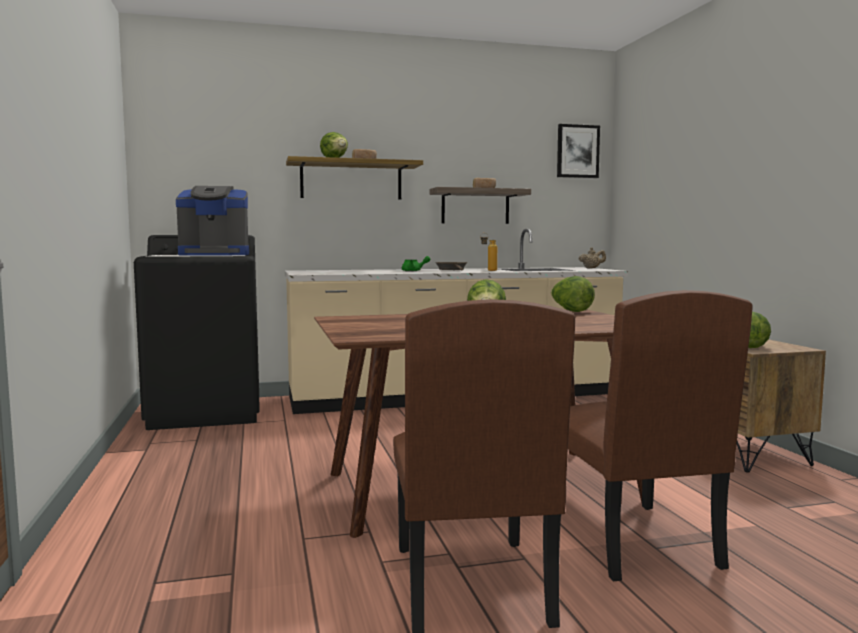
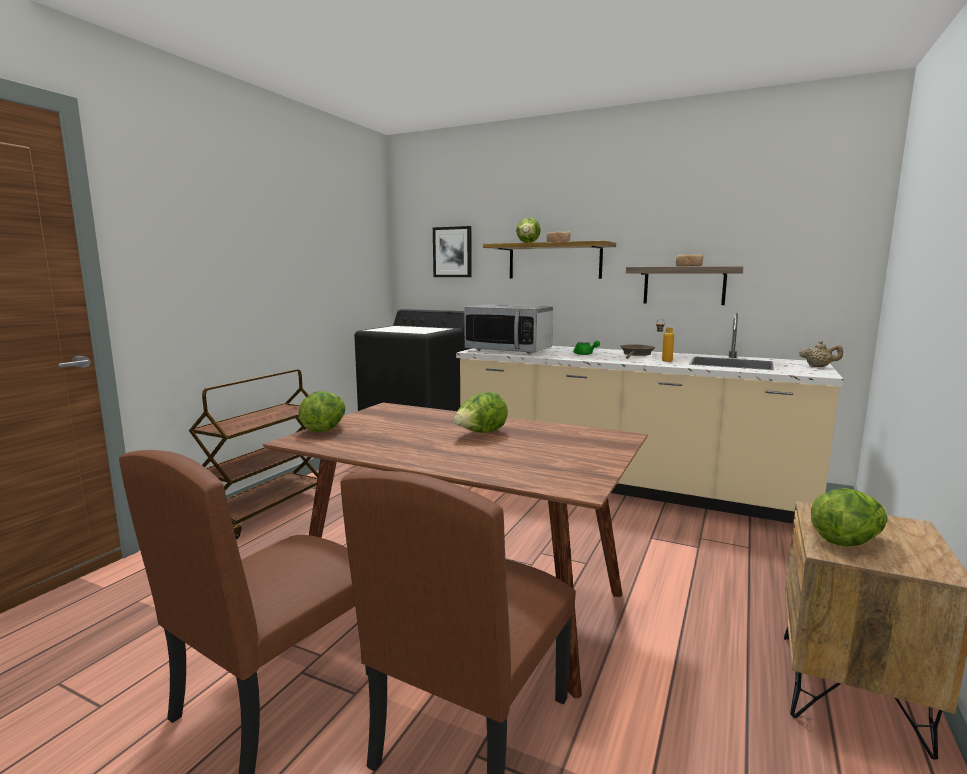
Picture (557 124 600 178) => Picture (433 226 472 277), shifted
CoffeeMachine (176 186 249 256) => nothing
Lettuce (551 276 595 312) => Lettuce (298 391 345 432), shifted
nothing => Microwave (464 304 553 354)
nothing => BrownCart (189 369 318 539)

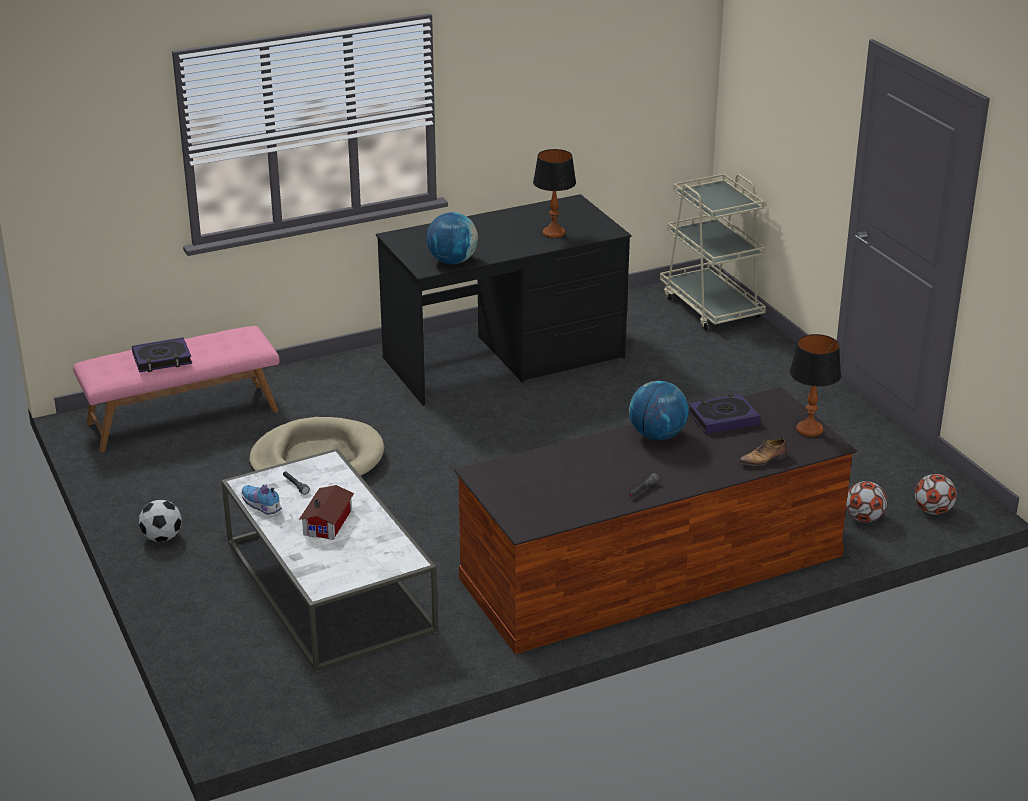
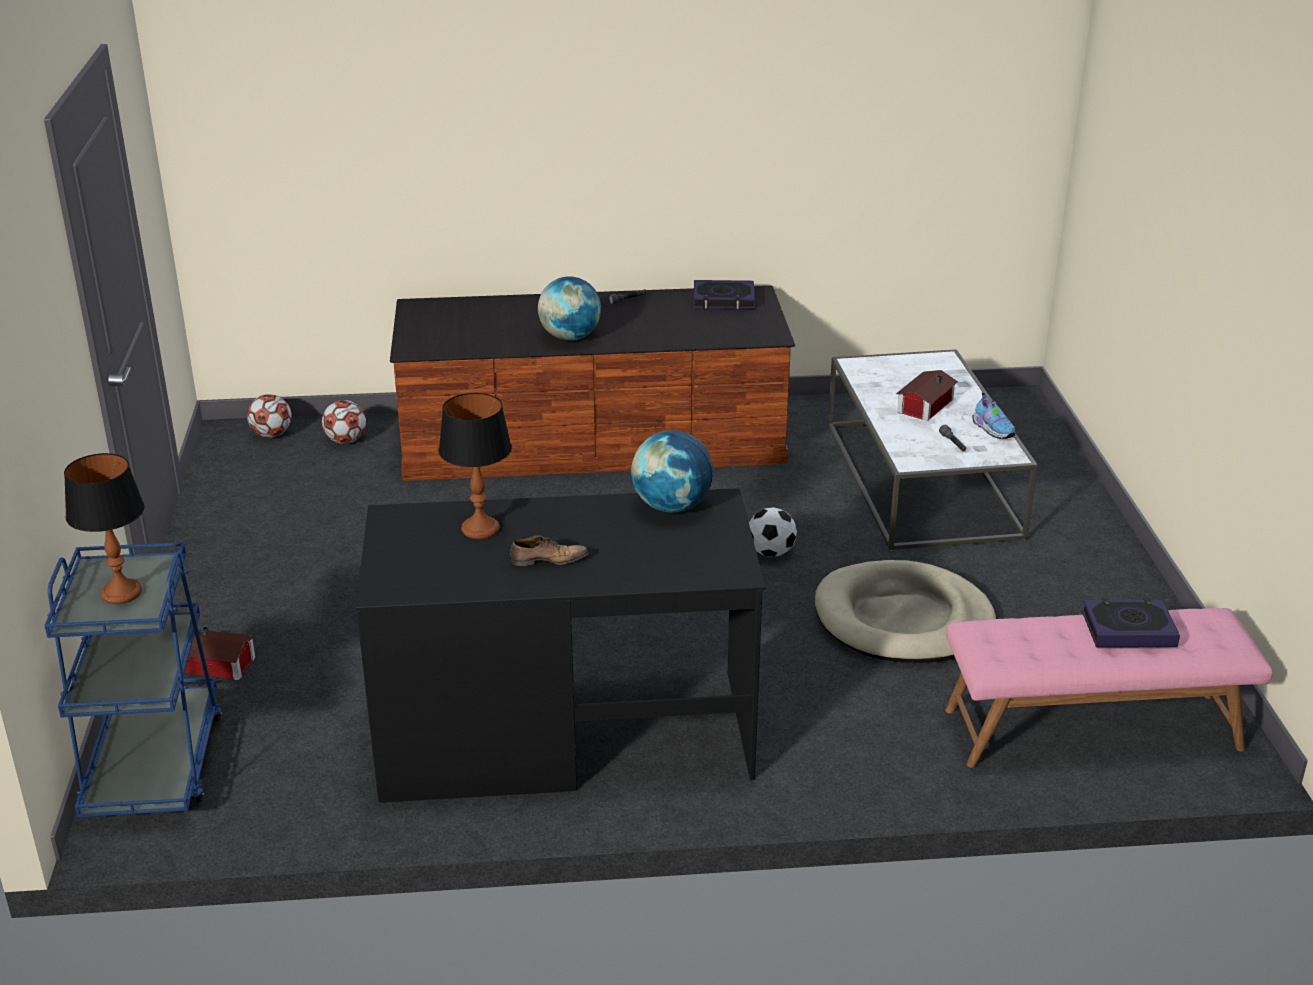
BeigeCart (660 174 766 330) => BlueCart (44 542 222 817)
TableLamp (790 334 841 437) => TableLamp (64 453 144 604), shifted
Book (688 394 760 434) => Book (693 280 755 310), shifted
Shoe (739 438 787 466) => Shoe (510 535 589 566), shifted
Football (139 500 182 542) => Football (749 508 797 557), shifted
nothing => ToyHouse (185 627 255 680)

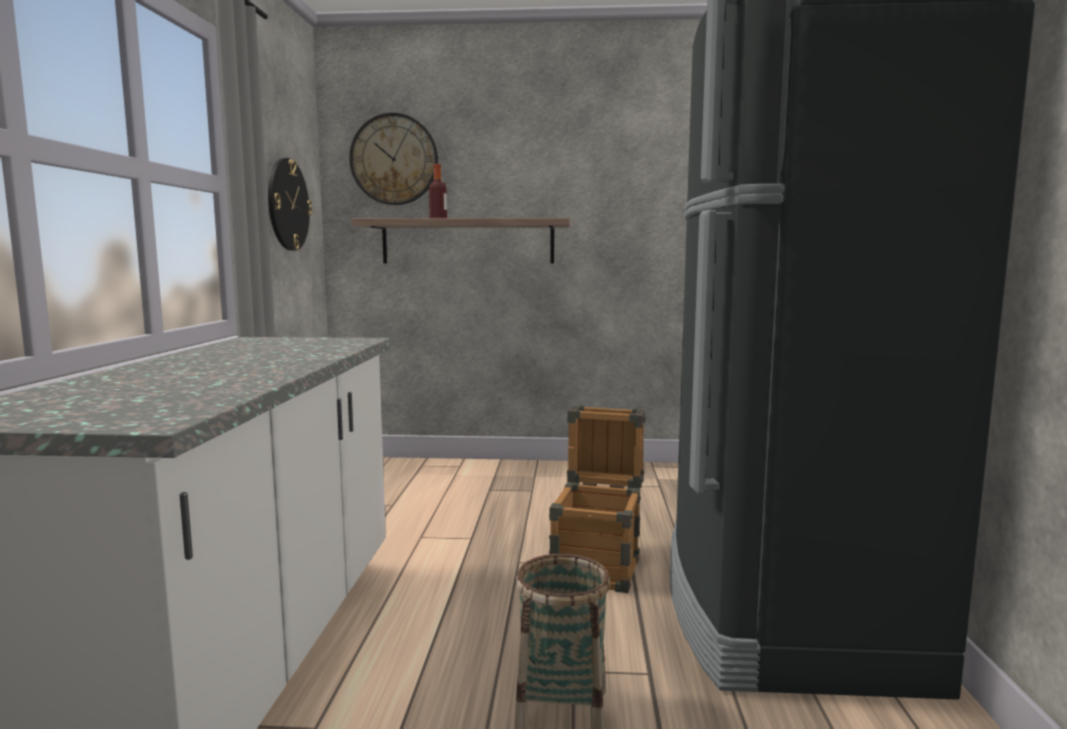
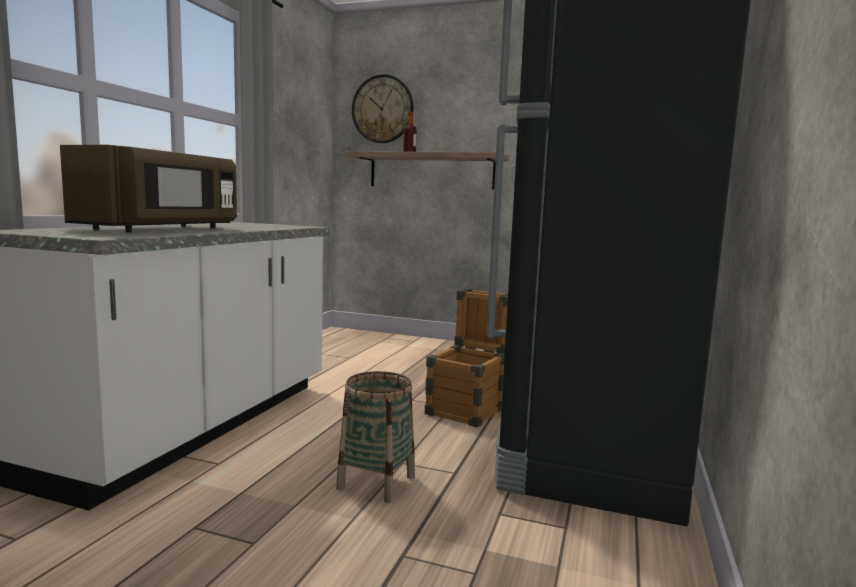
WallClock (268 158 312 251) => nothing
nothing => BrownMicrowave (60 145 237 232)

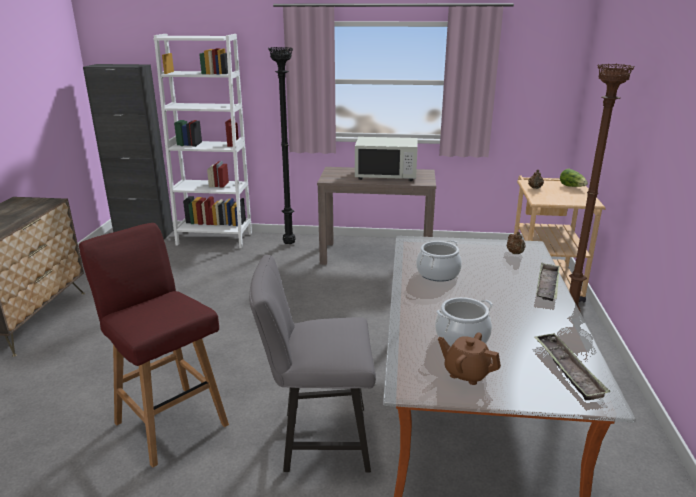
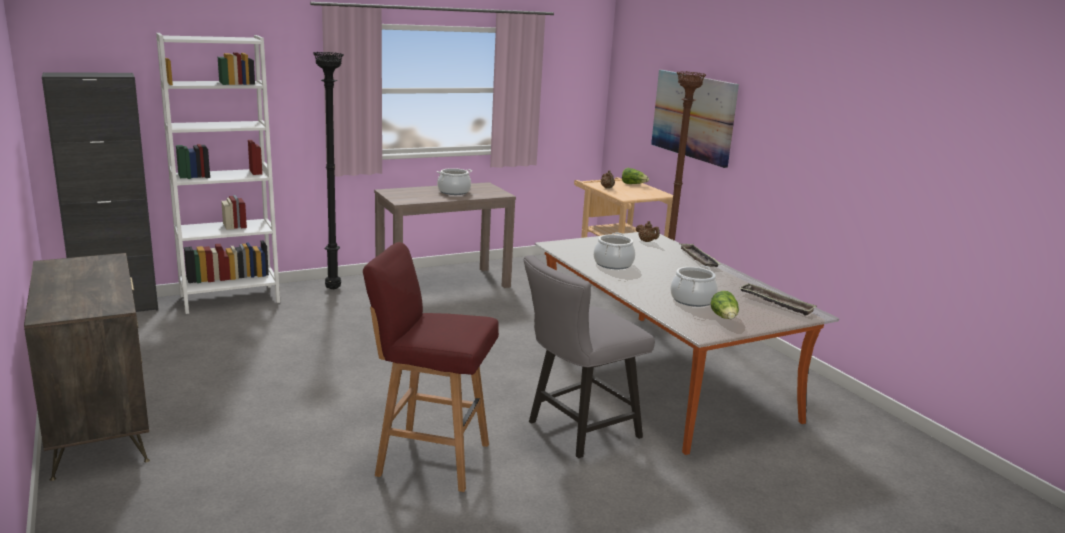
WhiteMicrowave (355 137 418 181) => CookingPot (437 168 472 195)
BrownTeapot (438 332 501 385) => Lettuce (711 291 739 319)
nothing => Picture (651 70 739 168)

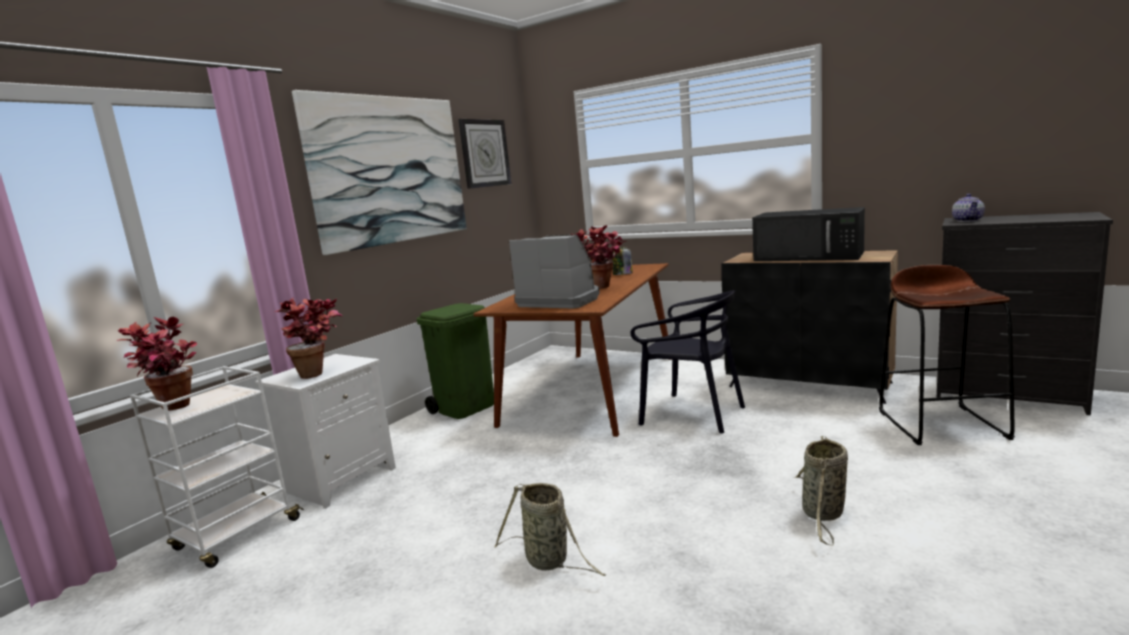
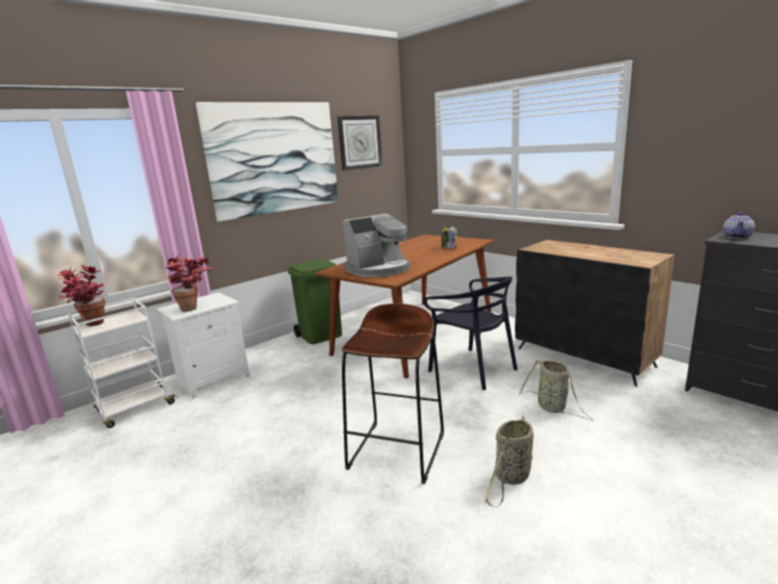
BlackMicrowave (752 207 865 261) => nothing
PottedPlant (571 225 625 288) => nothing
CoffeeMachine (509 234 600 308) => CoffeeMachine (343 213 410 277), 105 degrees clockwise
BrownStool (879 265 1015 445) => BrownStool (342 303 444 484), shifted
Basket (494 483 606 576) => Basket (519 360 594 421), shifted

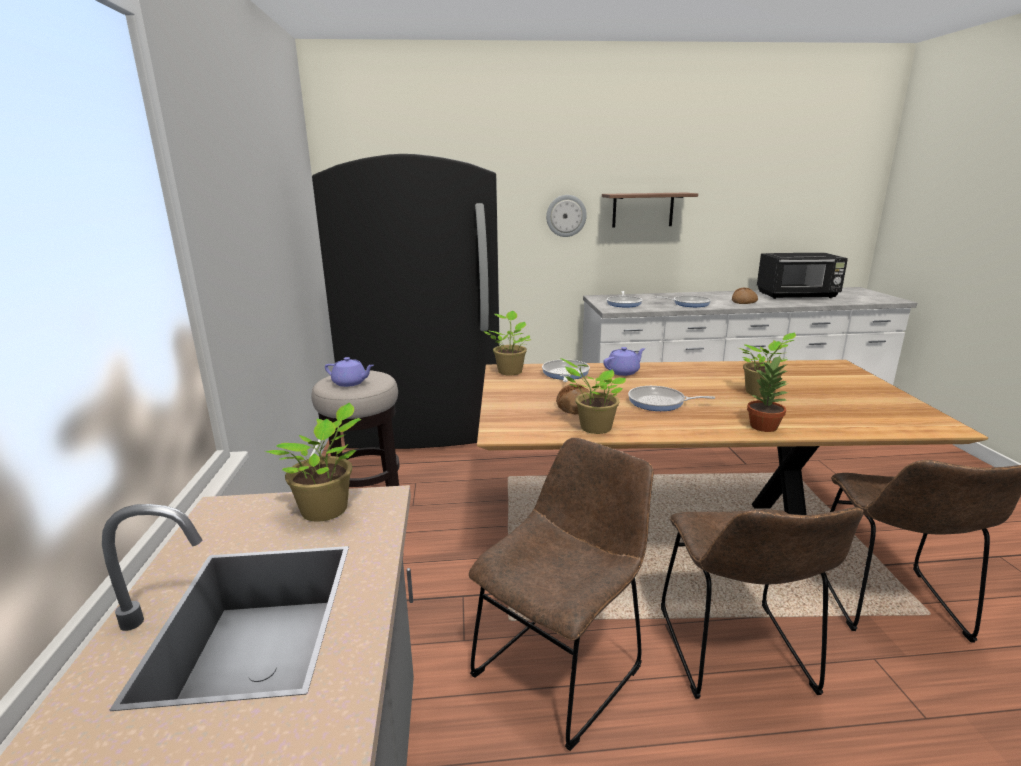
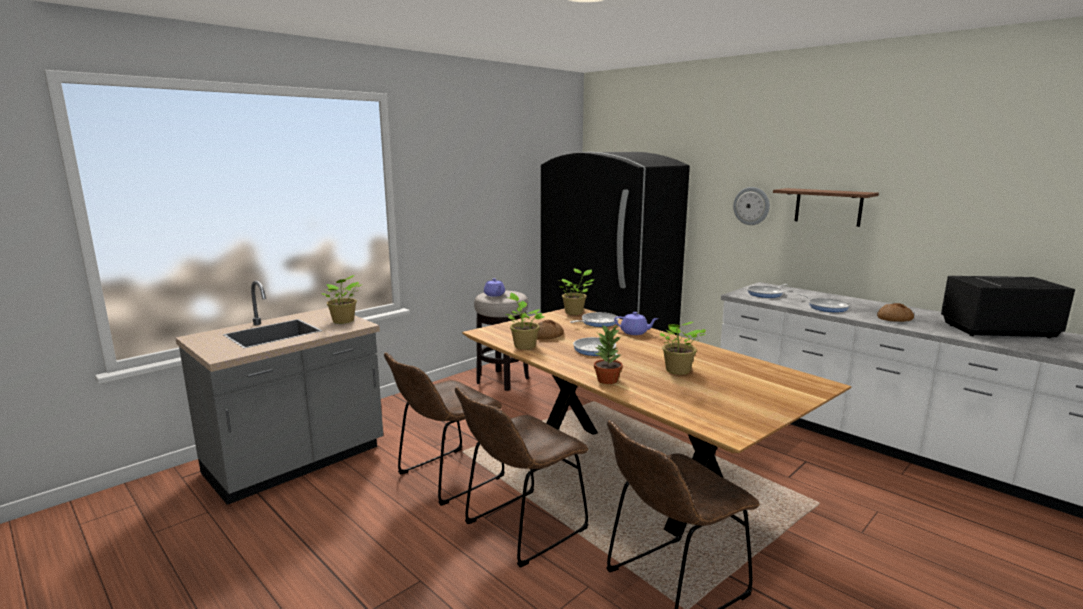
BlackMicrowave (757 253 848 299) => BlackMicrowave (941 276 1075 338), 135 degrees clockwise
BrownChair (469 437 653 751) => BrownChair (384 352 505 506), 135 degrees clockwise

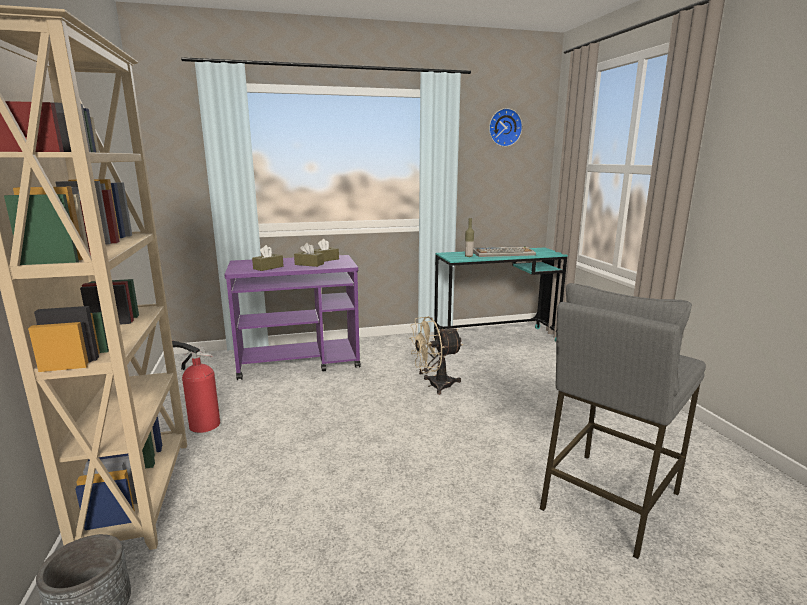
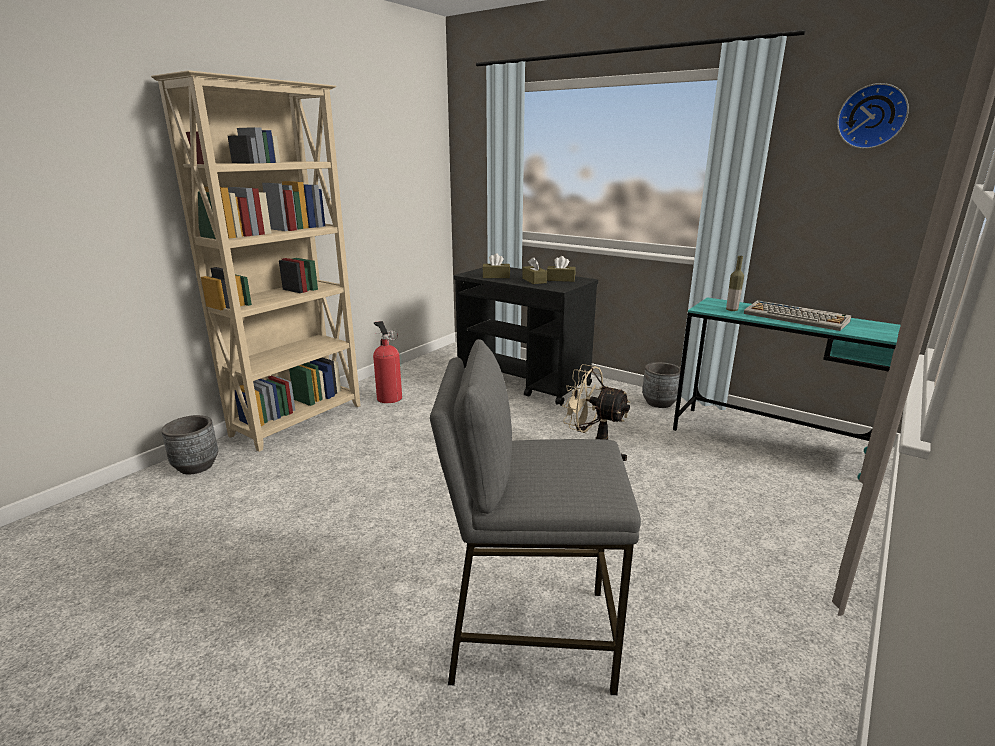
PurpleCart (224 255 361 380) => BlackCart (454 267 598 406)
nothing => GreyPlanter (642 362 681 408)

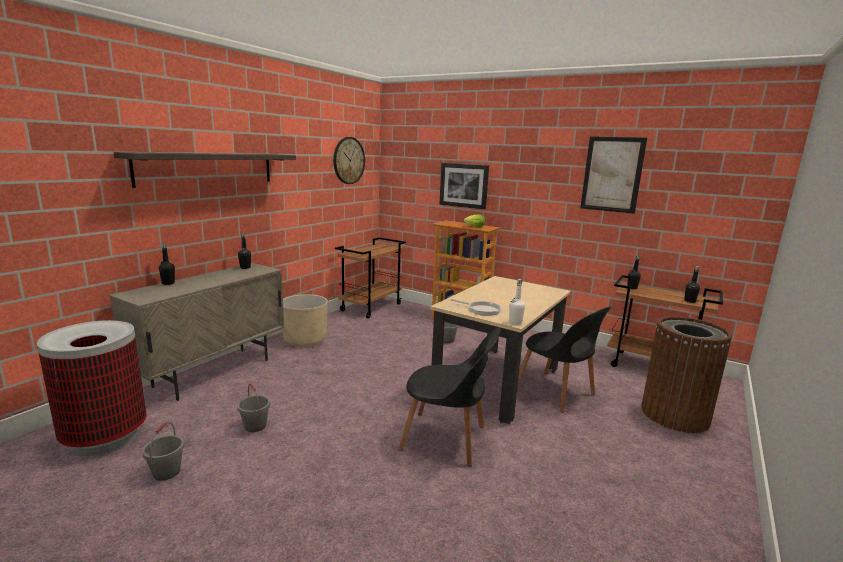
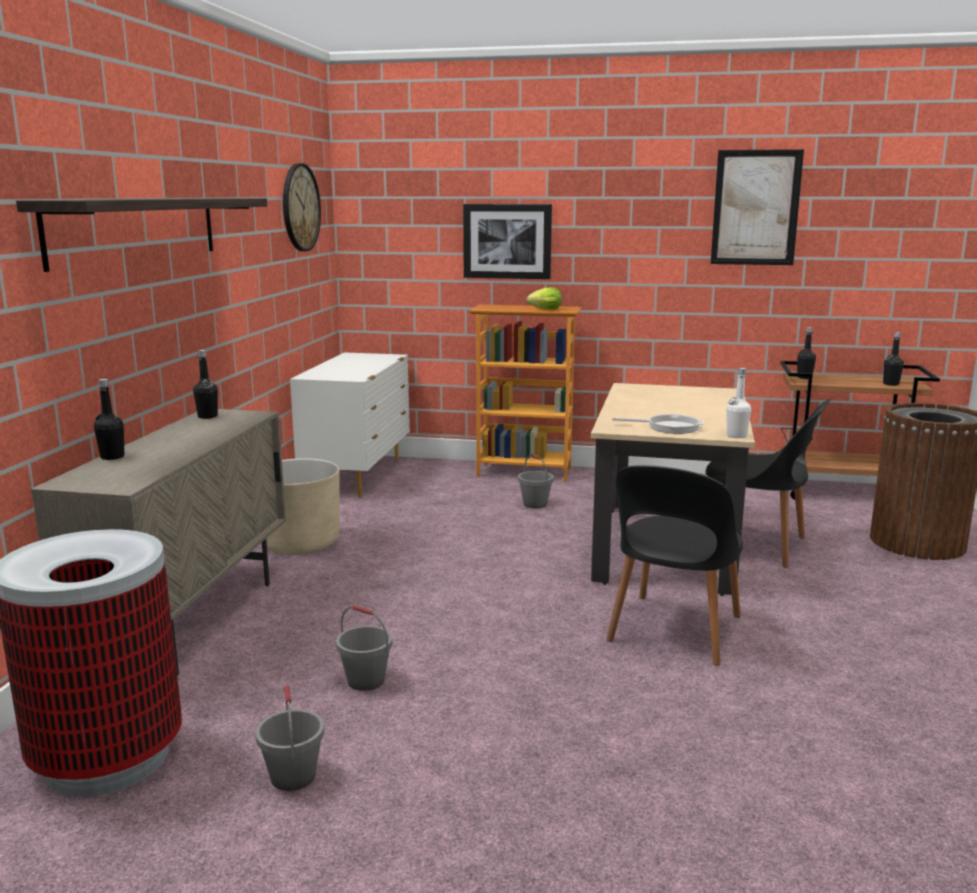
BrownCart (335 237 406 319) => WhiteDresser (290 352 410 498)
BlackChair (398 327 501 467) => BlackChair (606 465 743 666), 120 degrees clockwise

